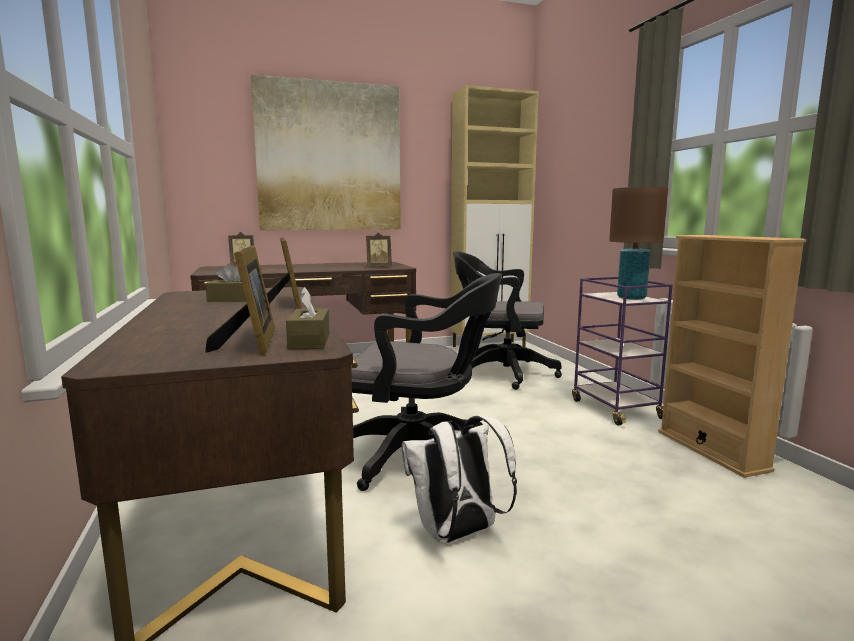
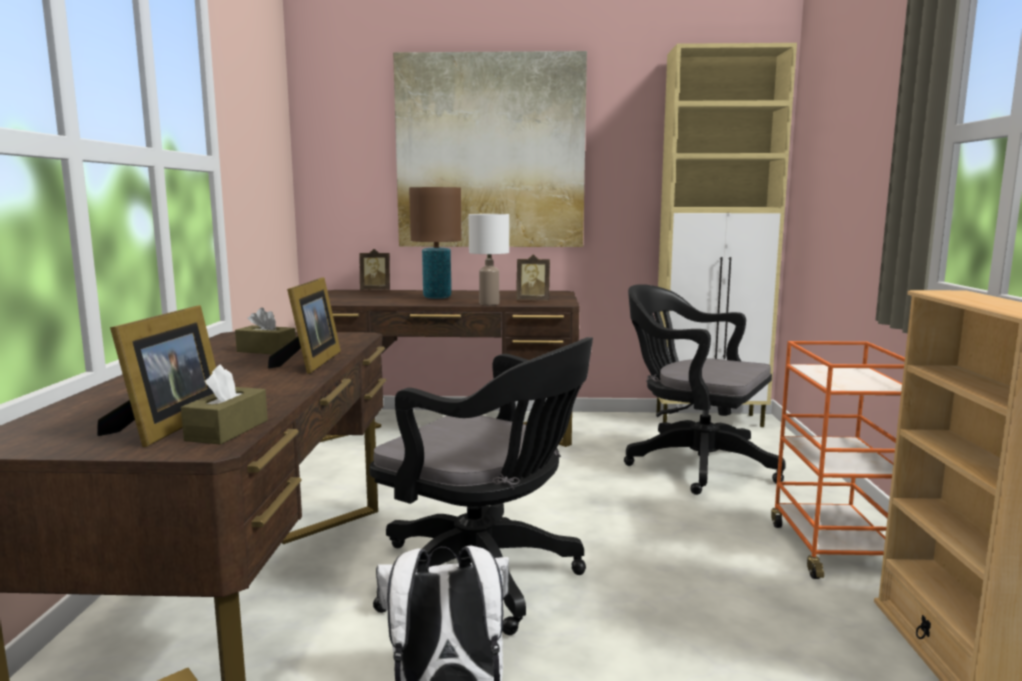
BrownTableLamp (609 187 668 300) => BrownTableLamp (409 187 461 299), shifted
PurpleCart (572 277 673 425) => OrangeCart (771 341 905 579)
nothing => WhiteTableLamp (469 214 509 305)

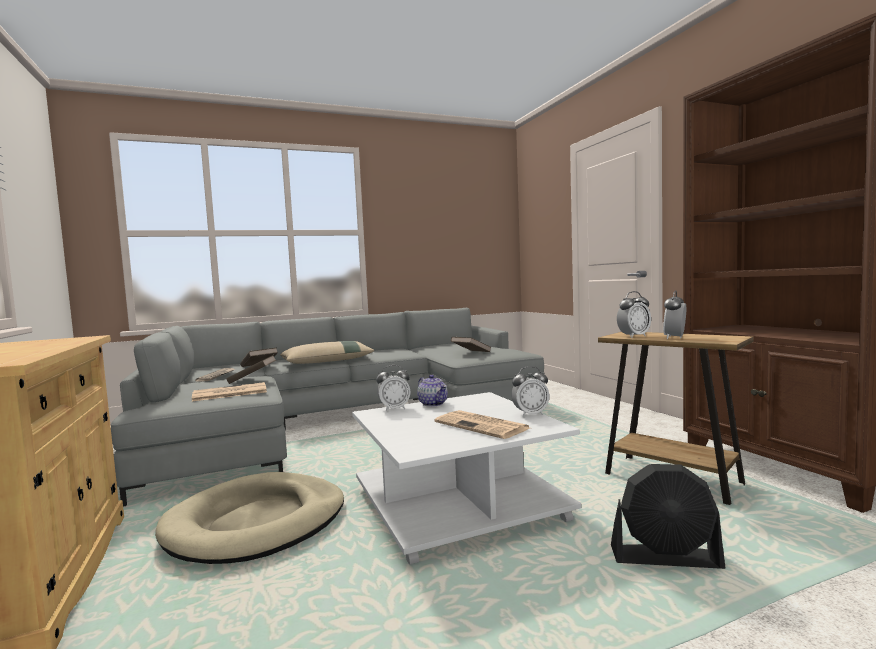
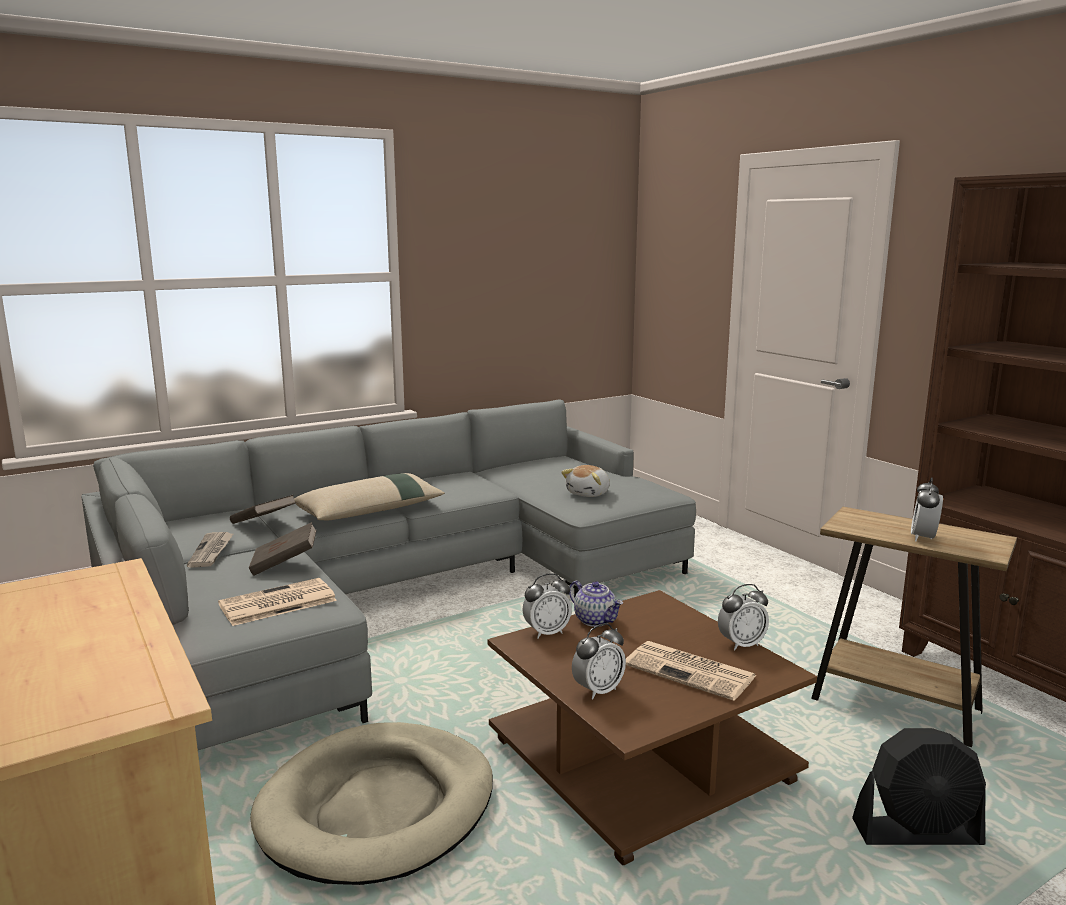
AlarmClock (617 291 651 338) => AlarmClock (572 623 626 700), shifted
BrownBook (451 337 492 352) => PlushToy (561 465 610 497)
WhiteCoffeeTable (352 392 581 565) => BrownCoffeeTable (488 590 817 865)

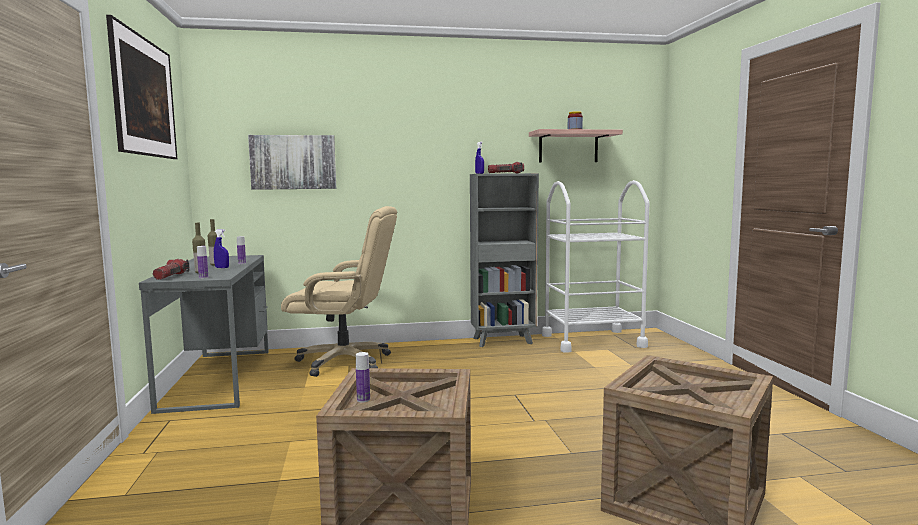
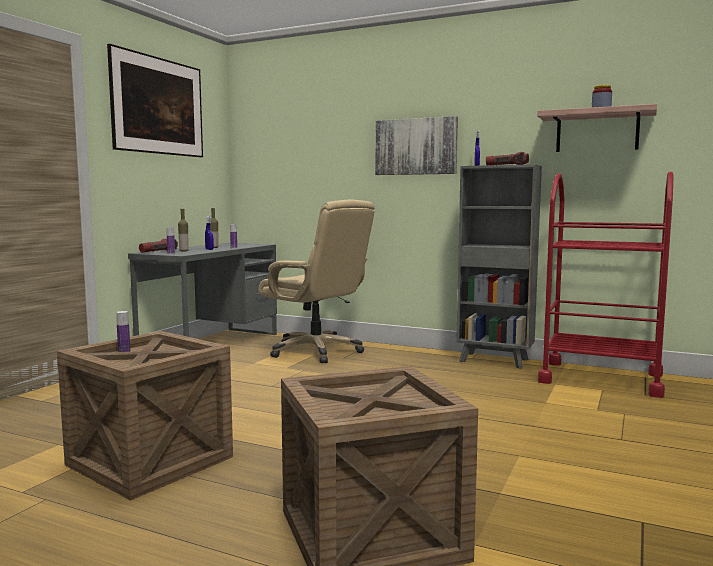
Picture (248 135 336 190) => Picture (375 116 458 175), shifted
WhiteCart (542 180 649 353) => RedCart (538 172 673 398)

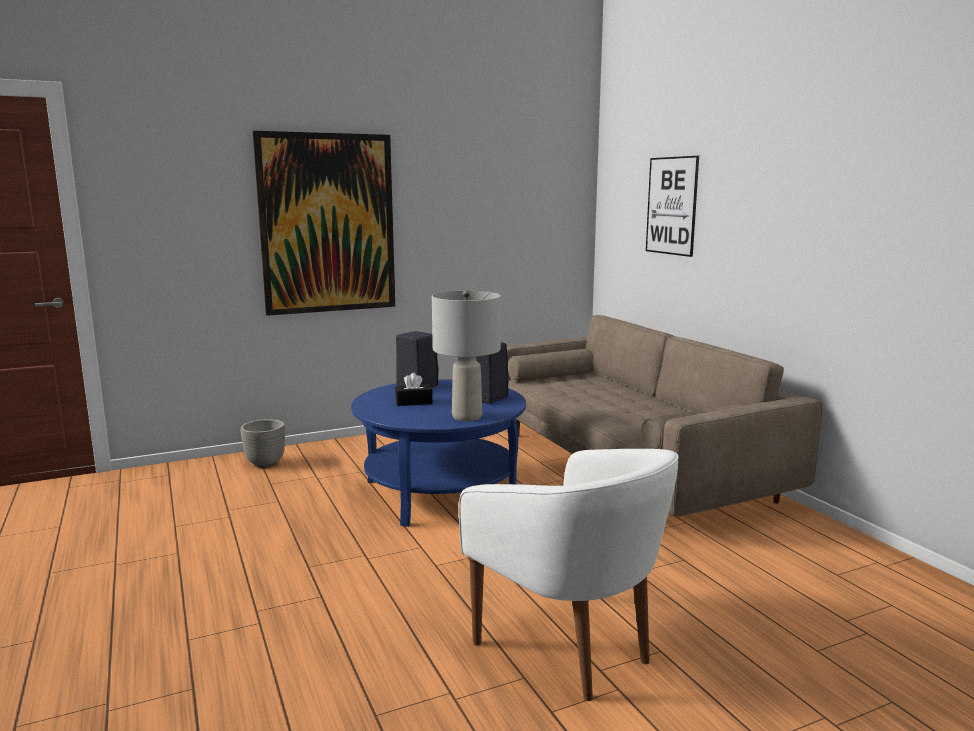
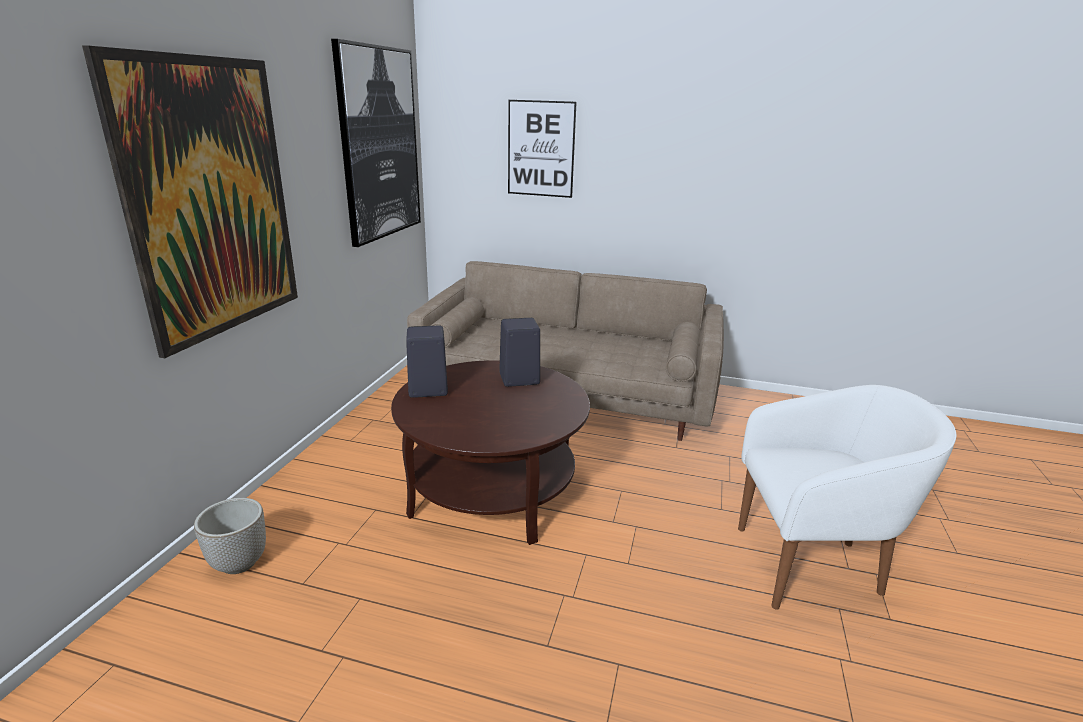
GreyTableLamp (432 290 501 421) => nothing
BlackTissueBox (395 373 433 406) => nothing
BlueCoffeeTable (351 379 526 527) => BrownCoffeeTable (391 360 590 545)
nothing => Picture (331 39 421 247)

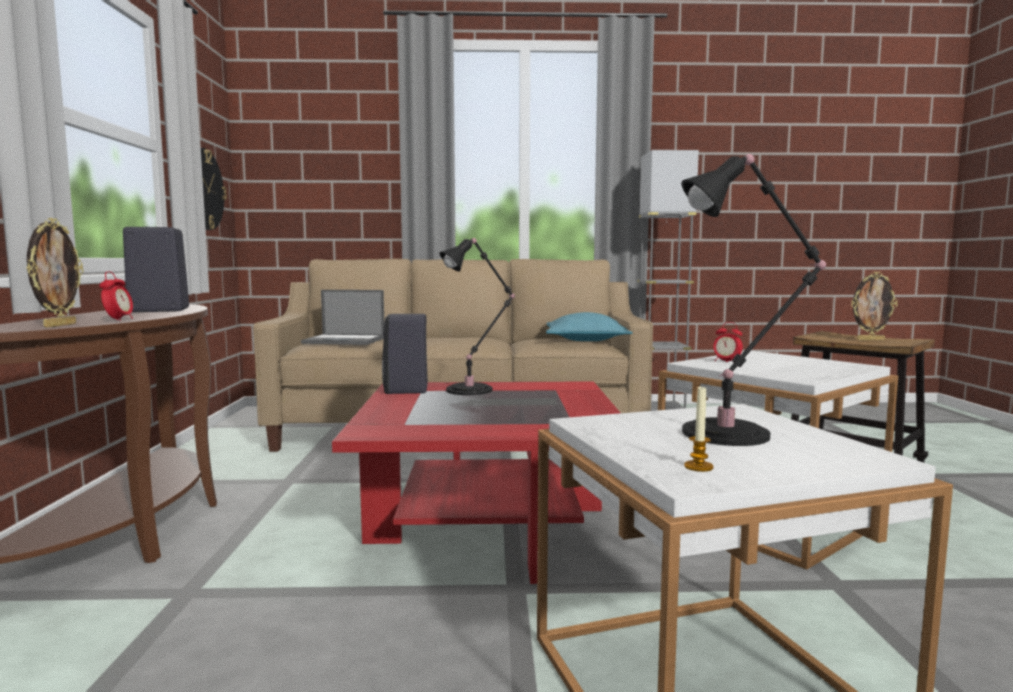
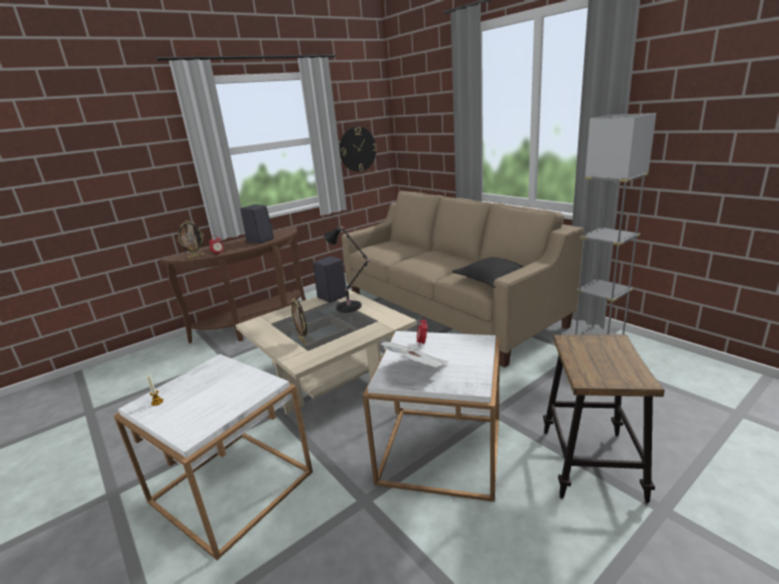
BlackTableLamp (681 154 826 446) => nothing
PictureFrame (851 271 898 340) => PictureFrame (291 298 307 345), shifted
Laptop (301 290 384 345) => nothing
TurquoisePillow (546 312 633 341) => BlackPillow (452 257 523 288)
RedCoffeeTable (332 381 620 584) => BeigeCoffeeTable (236 289 417 415)
nothing => Newspaper (380 342 448 368)

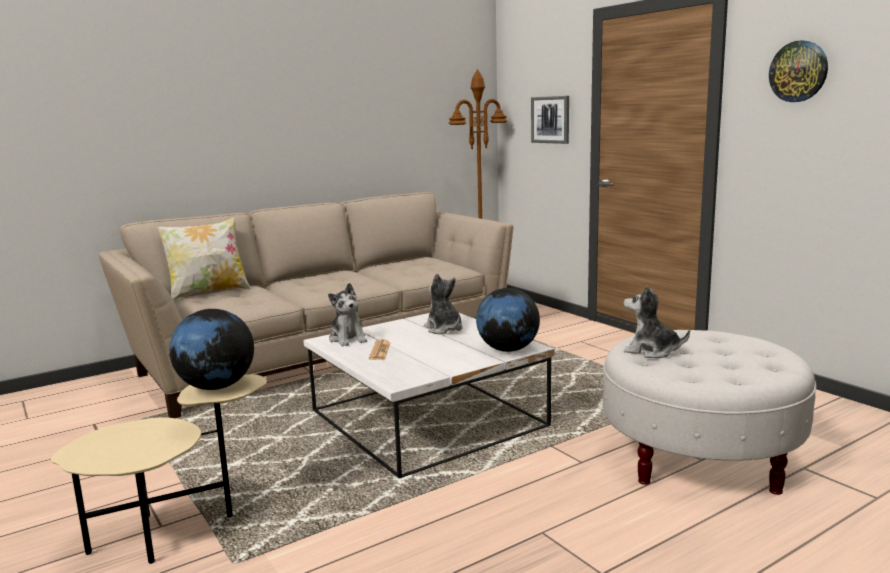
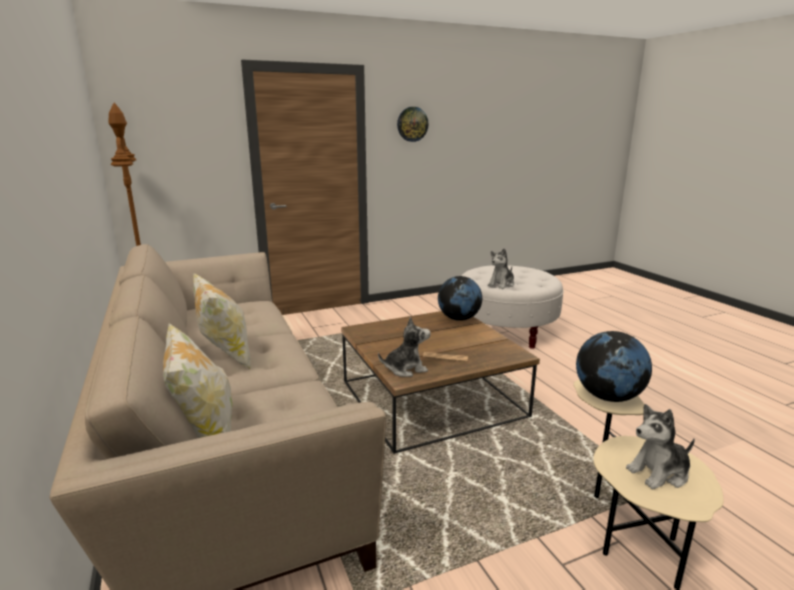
Picture (531 96 569 144) => nothing
PlushToy (424 273 463 334) => PlushToy (626 404 695 489), shifted
WhiteCoffeeTable (303 313 554 478) => BrownCoffeeTable (341 311 540 454)
nothing => Pillow (193 272 251 369)

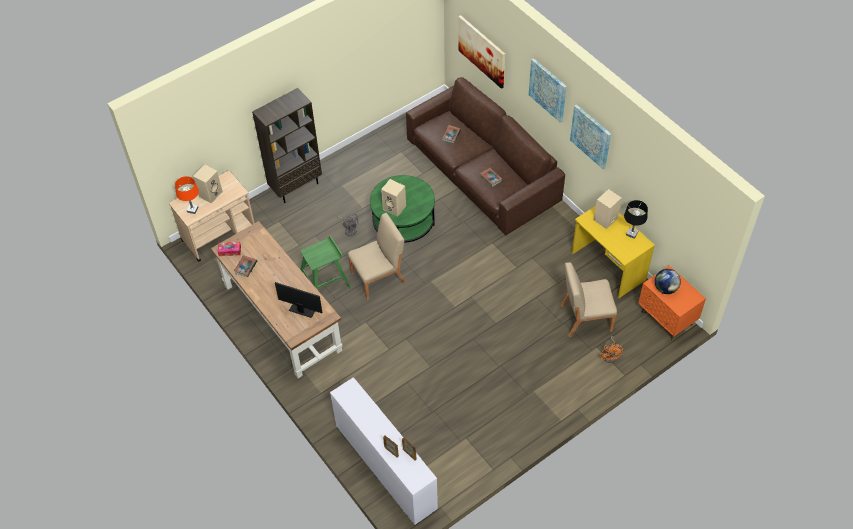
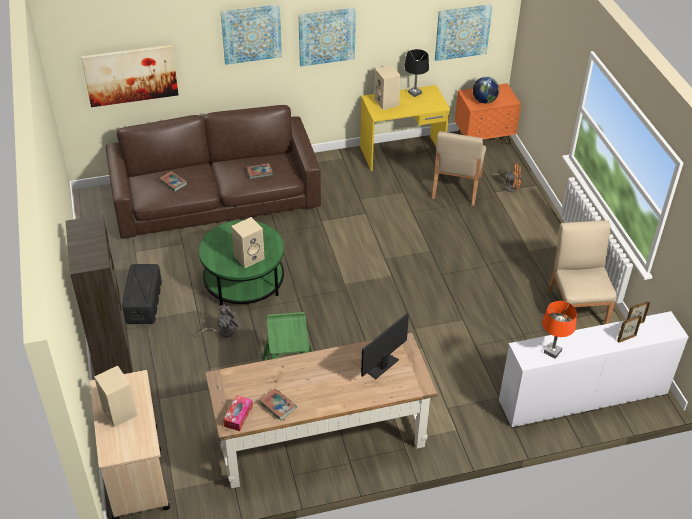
OrangeTableLamp (175 176 199 214) => OrangeTableLamp (542 301 577 359), shifted
BeigeChair (348 213 405 300) => BeigeChair (547 220 617 324), shifted
nothing => Picture (435 4 493 61)
nothing => BlackStorageBox (122 264 162 324)

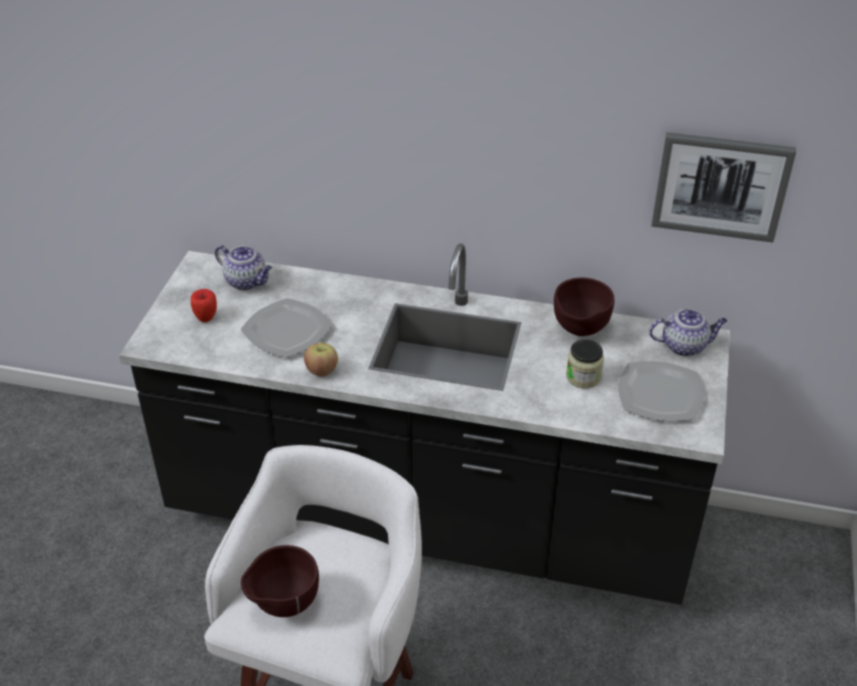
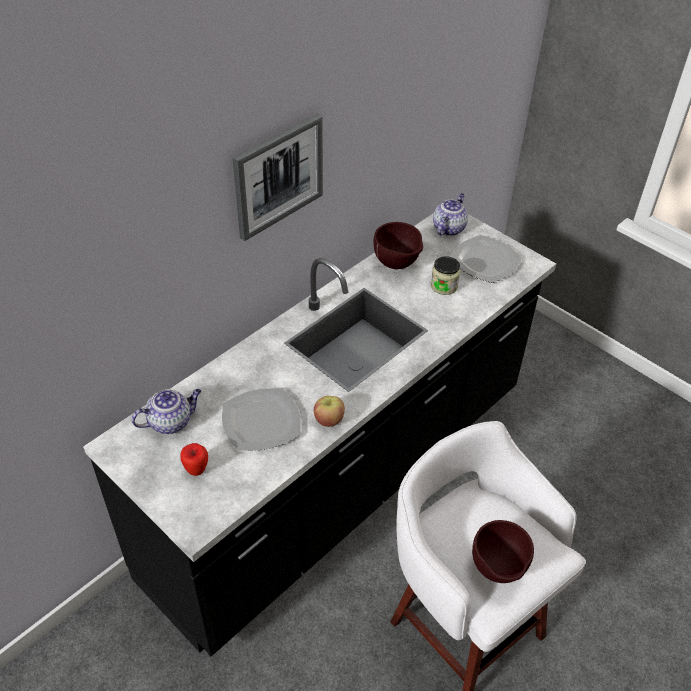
Picture (651 132 796 242) => Picture (233 114 323 241), shifted

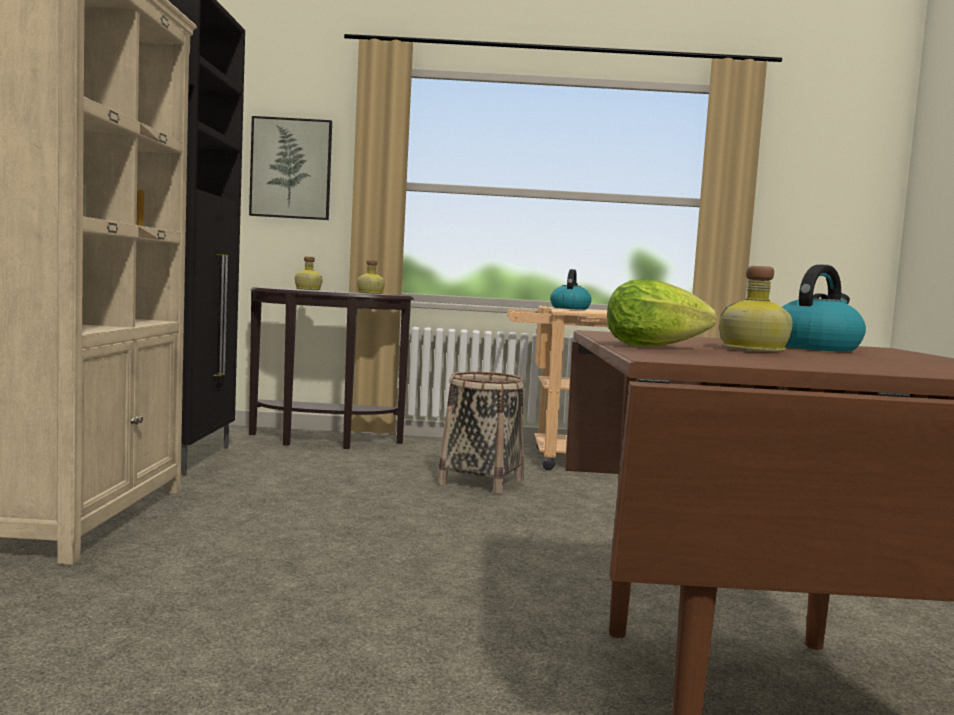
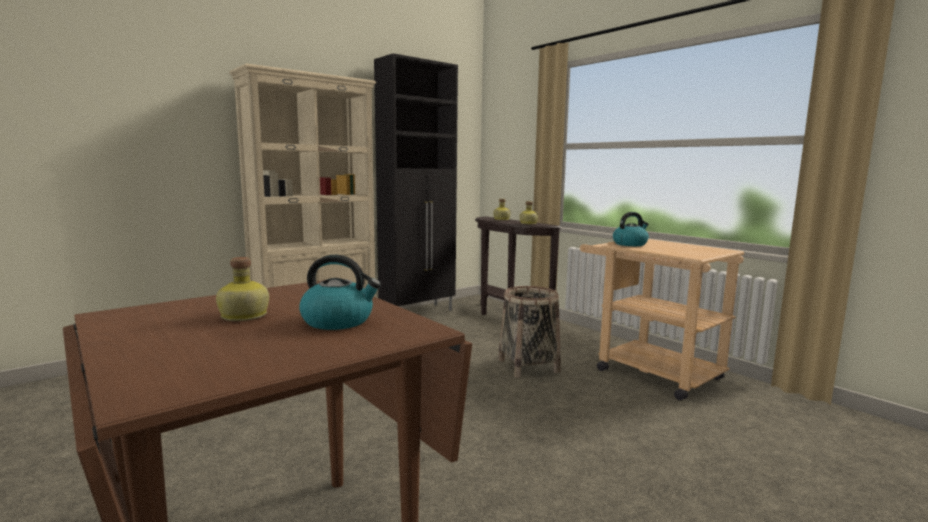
Picture (249 116 332 220) => nothing
Lettuce (607 279 716 346) => nothing

